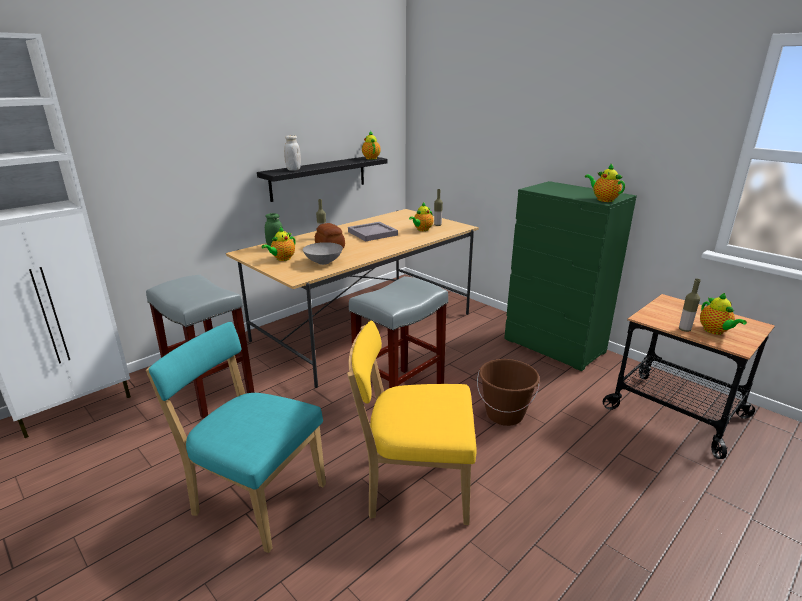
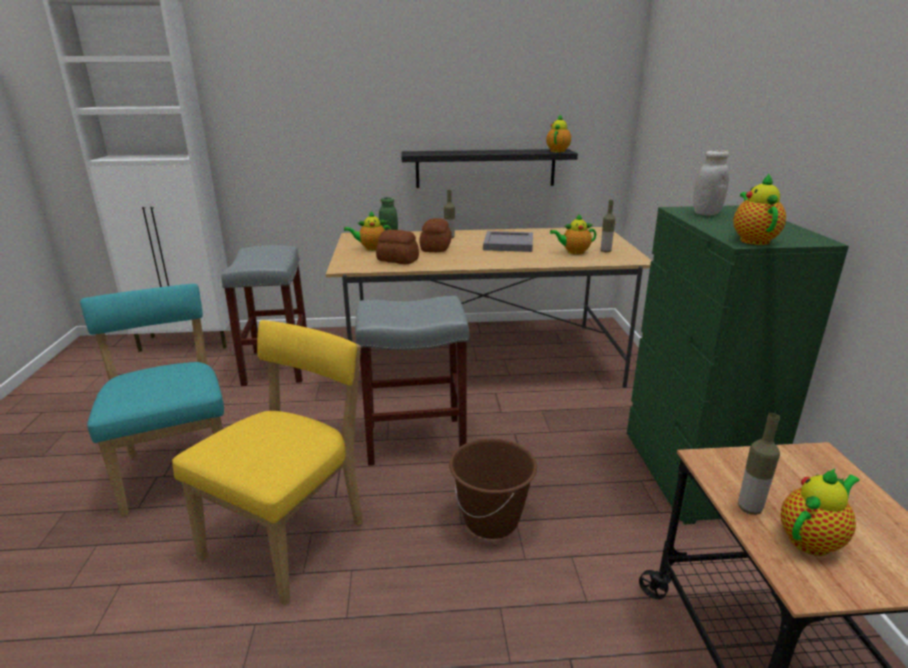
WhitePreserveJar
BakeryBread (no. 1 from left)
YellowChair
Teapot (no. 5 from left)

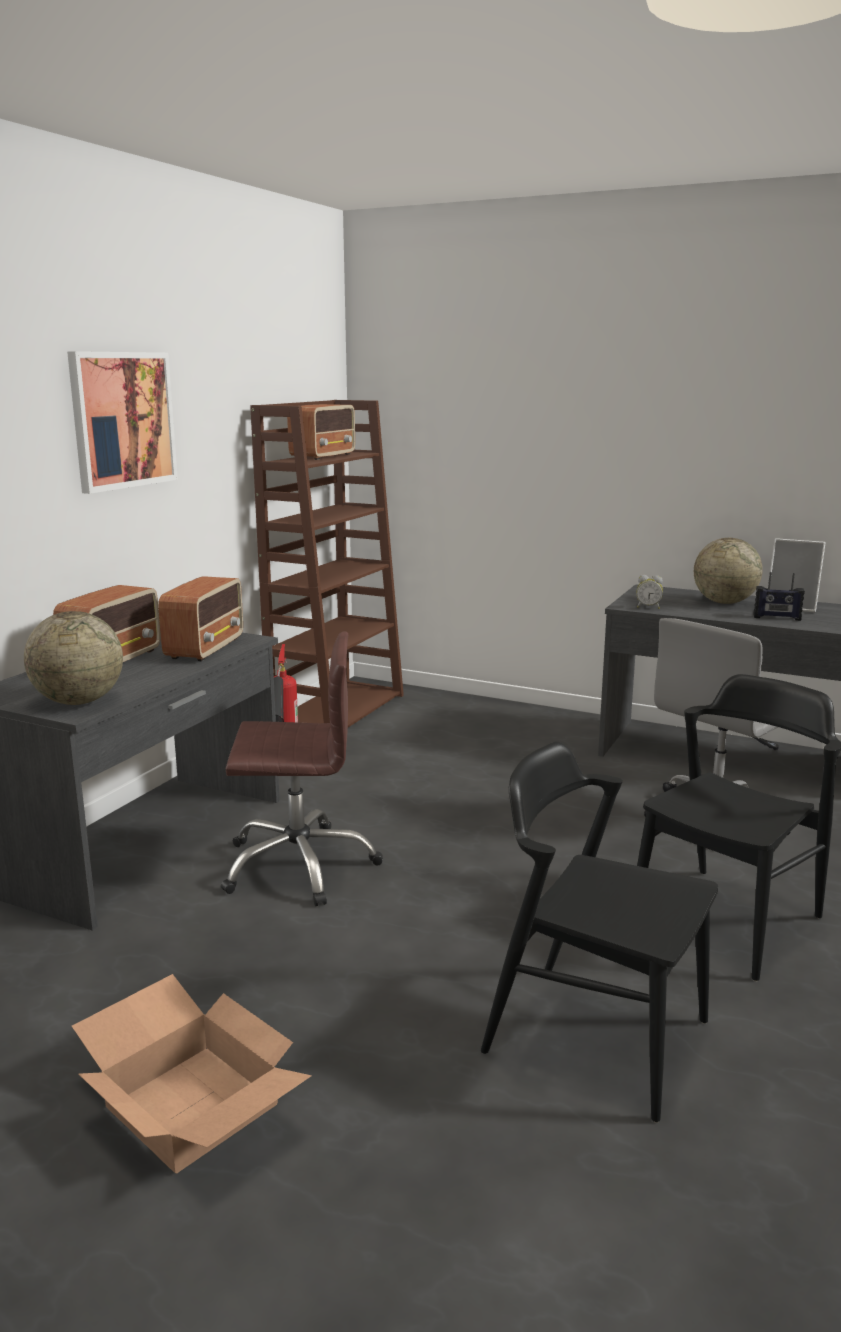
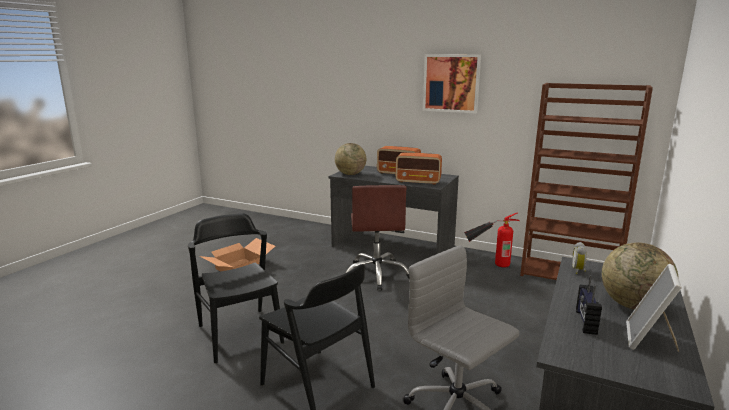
RadioSet (no. 3 from left in the first image)
BlackColouredChair (no. 1 from left)

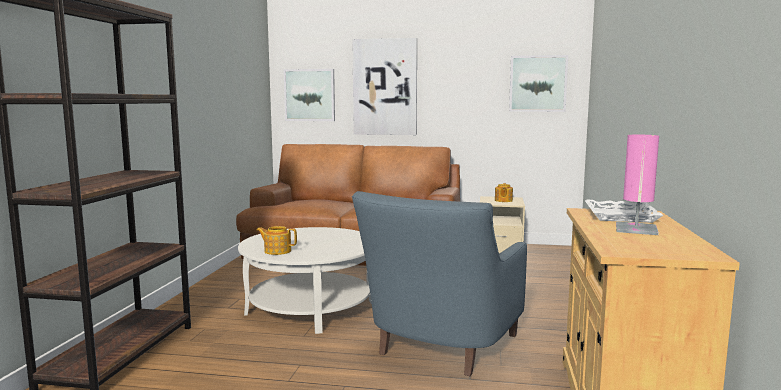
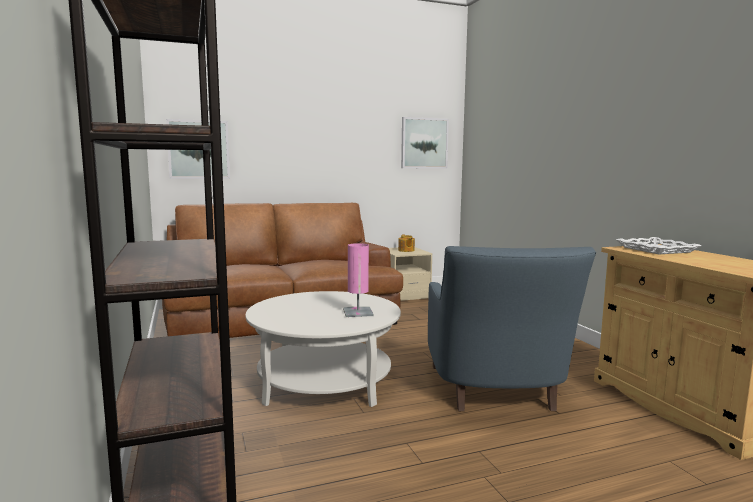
Teapot (no. 1 from left in the first image)
WallPicture (no. 2 from left in the first image)
PinkTabletopLamp

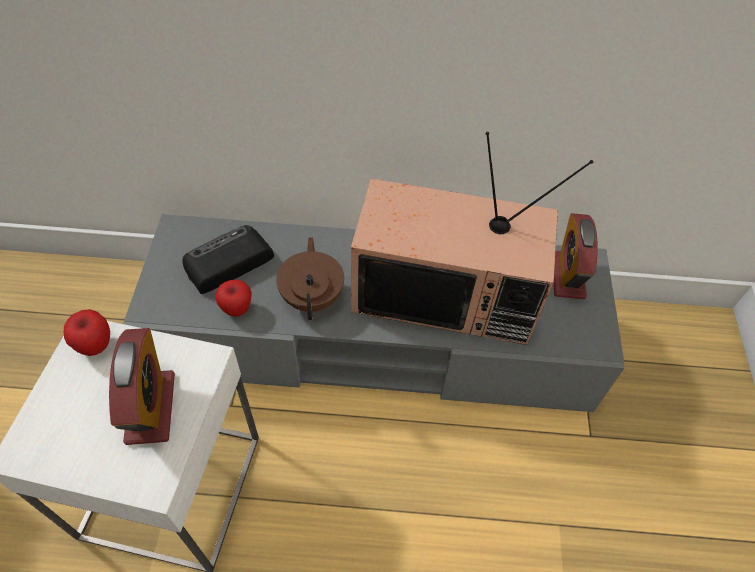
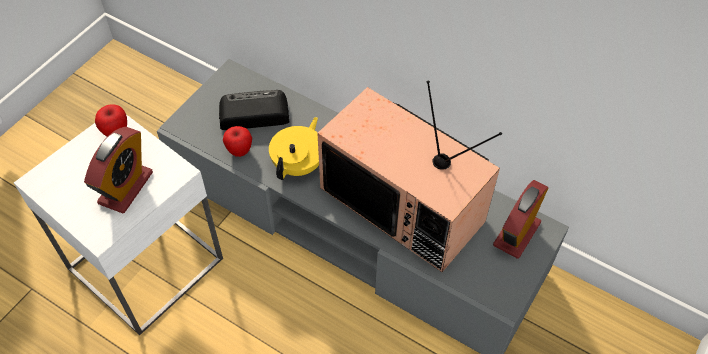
YellowTeapot

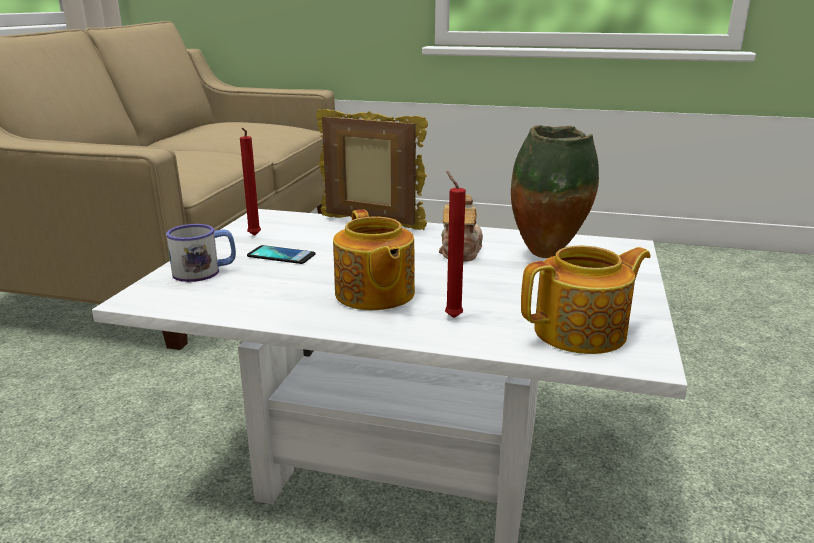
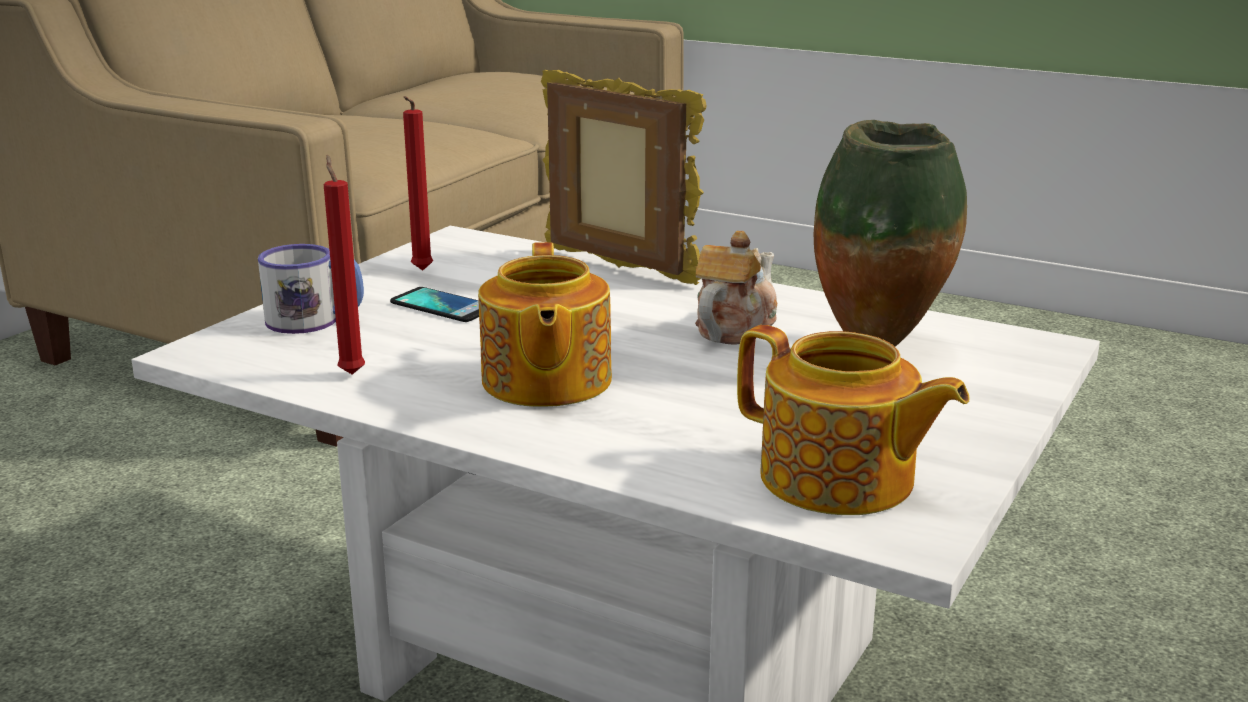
ReddishWaxLight (no. 1 from left)
Teapot (no. 3 from left)

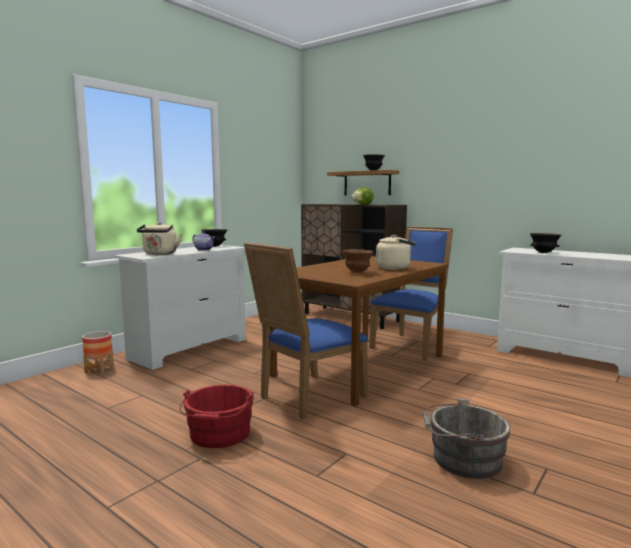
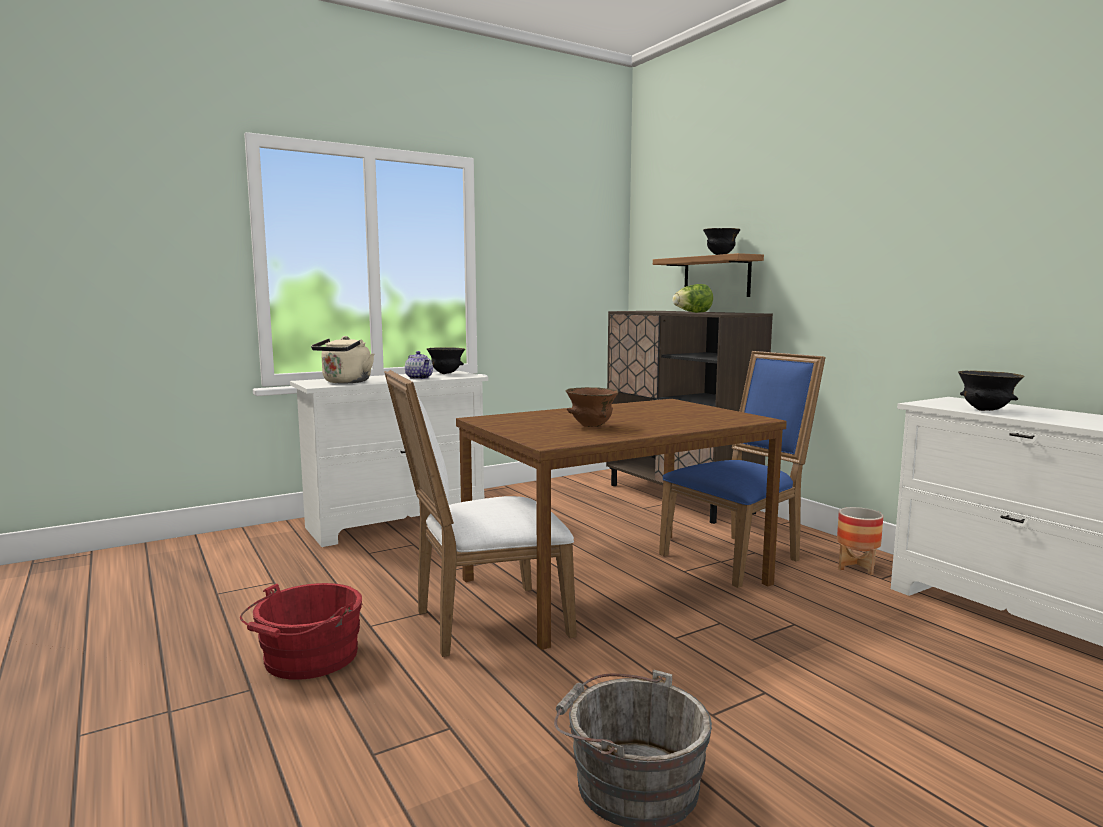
Planter
WhiteChair
BeigeColouredKettle (no. 2 from left in the first image)

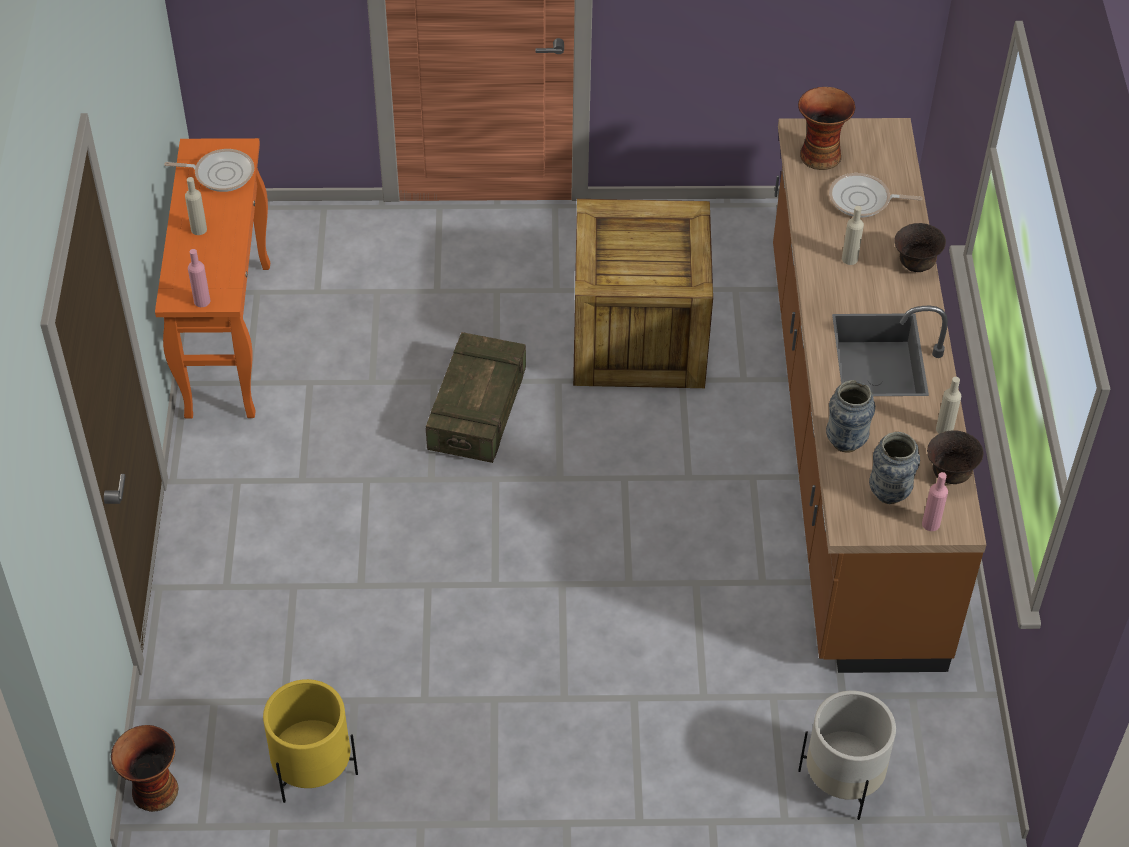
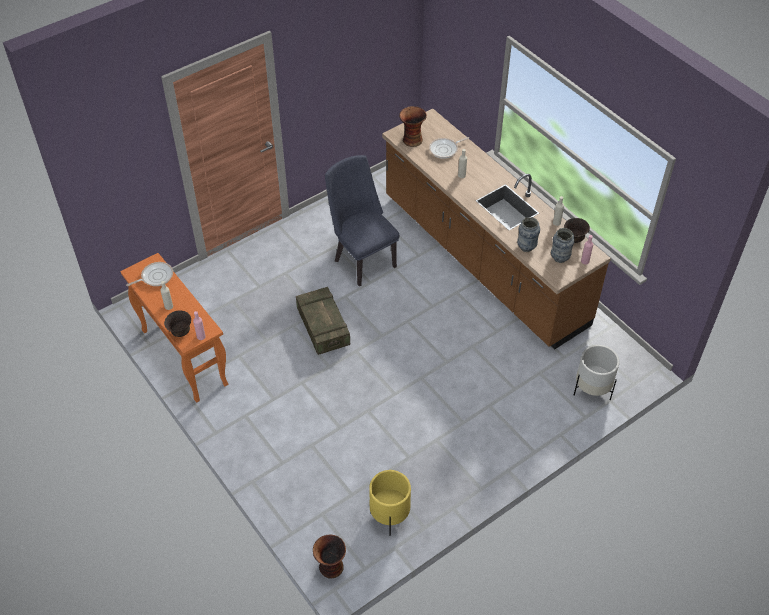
BluishChair
BrownishBowl (no. 1 from left)

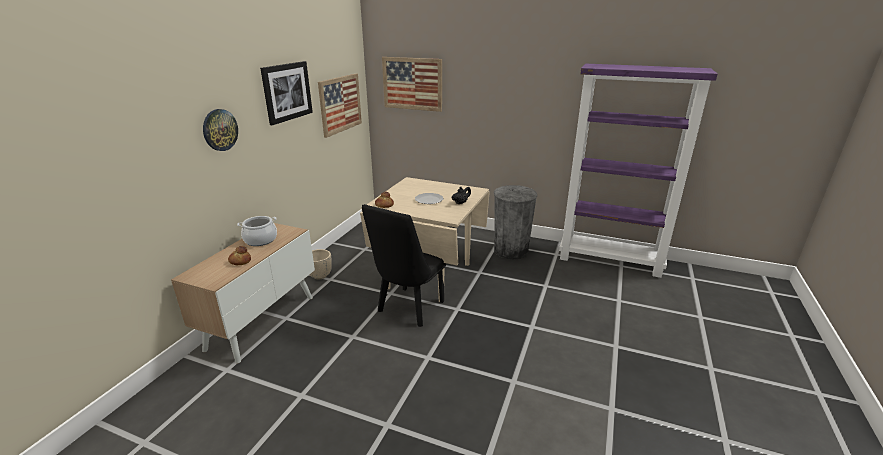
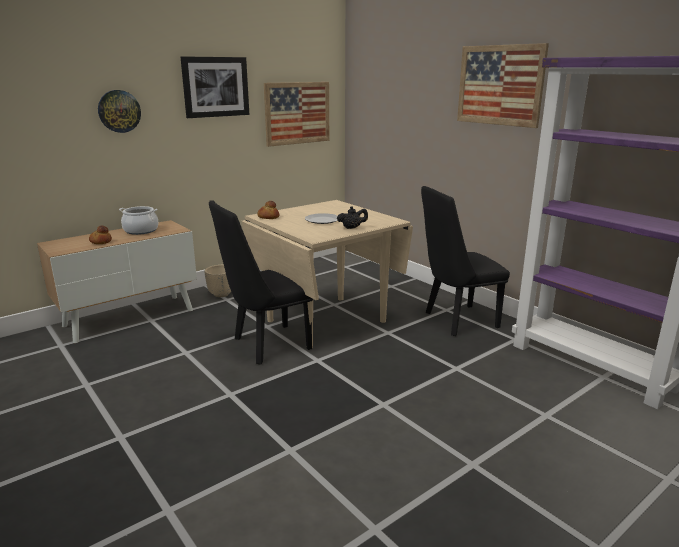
WallPicture (no. 3 from left)
BlackColouredChair (no. 2 from left)

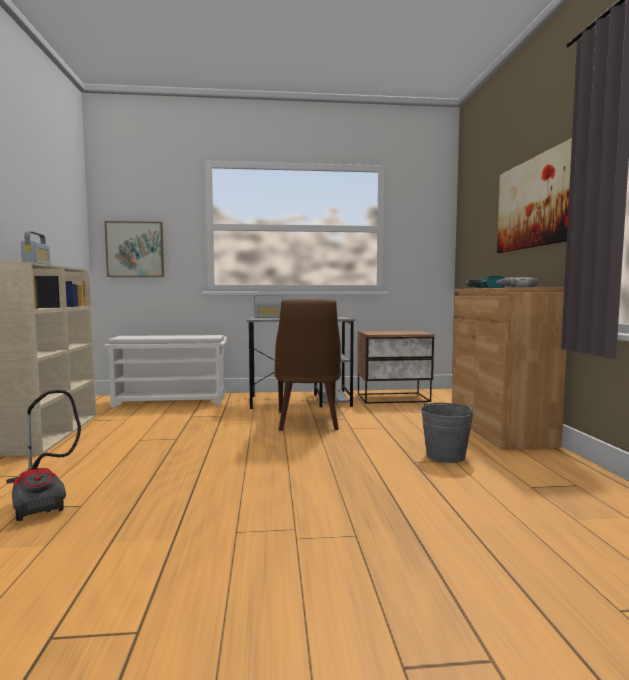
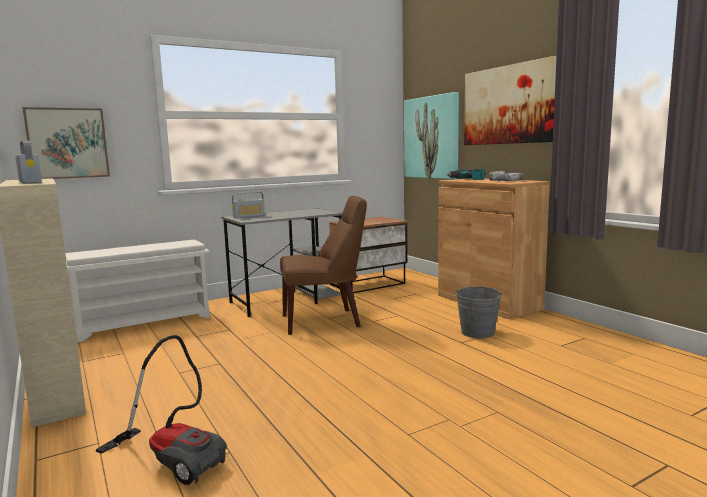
BrownishChair
WallPicture (no. 2 from left)

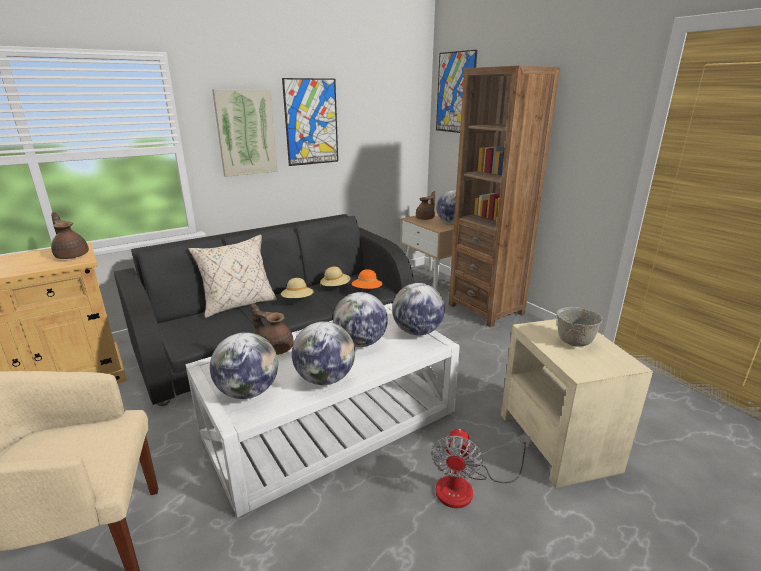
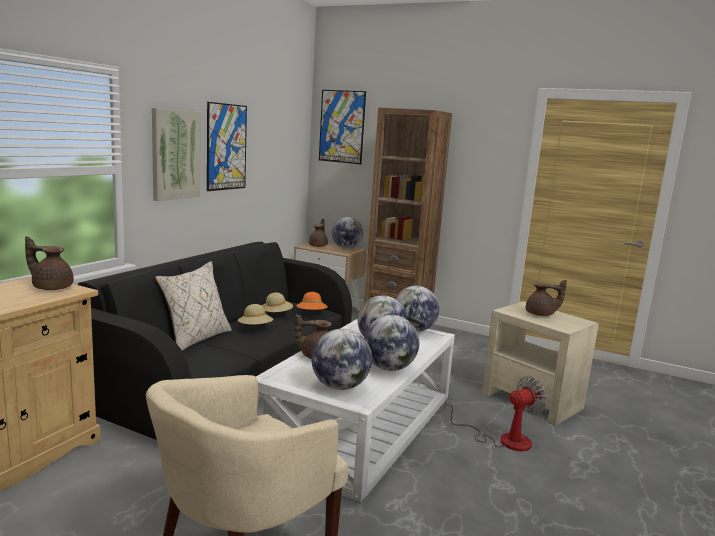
CoolingFan
BrownishTeapot (no. 4 from left)

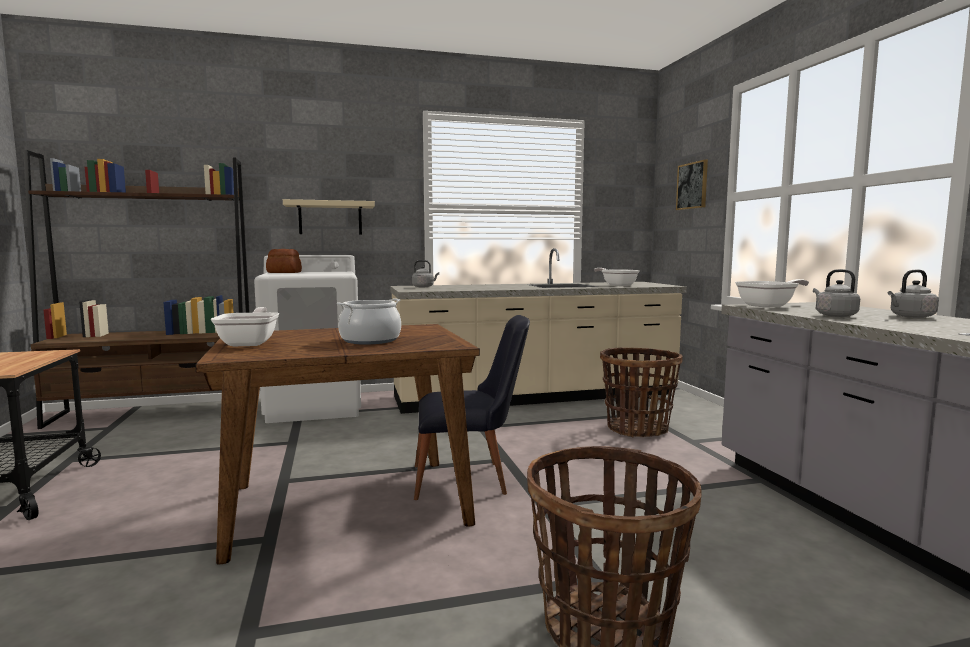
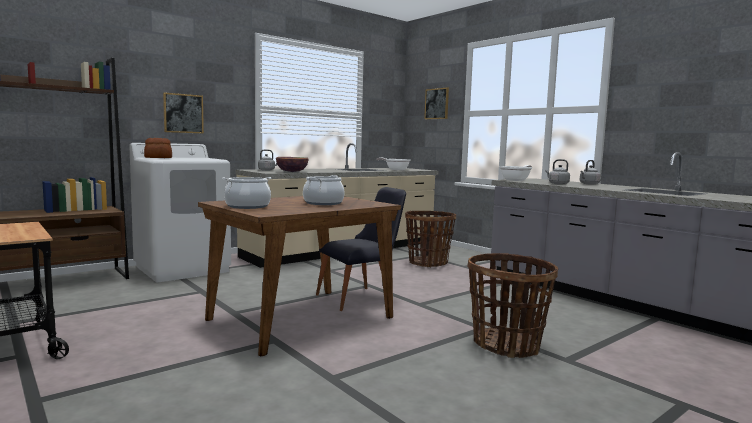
Stockpot (no. 1 from left)
WallPicture (no. 1 from left)
Bowl

